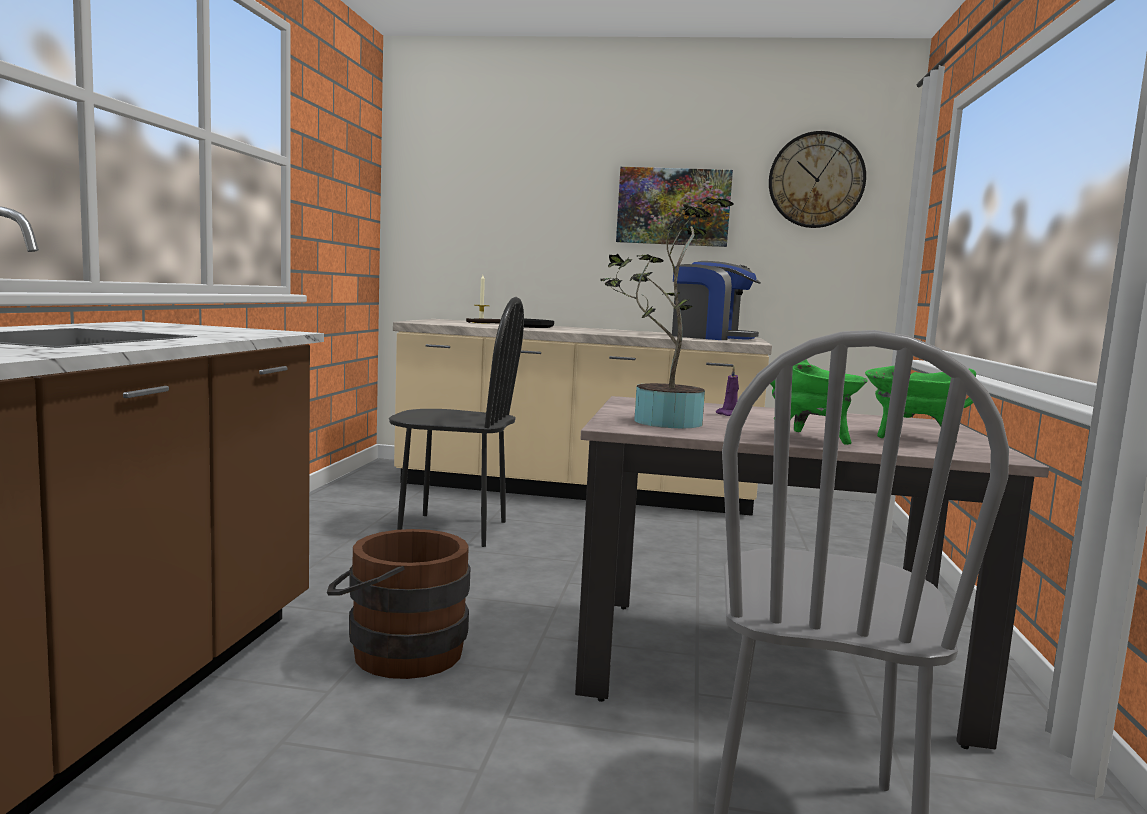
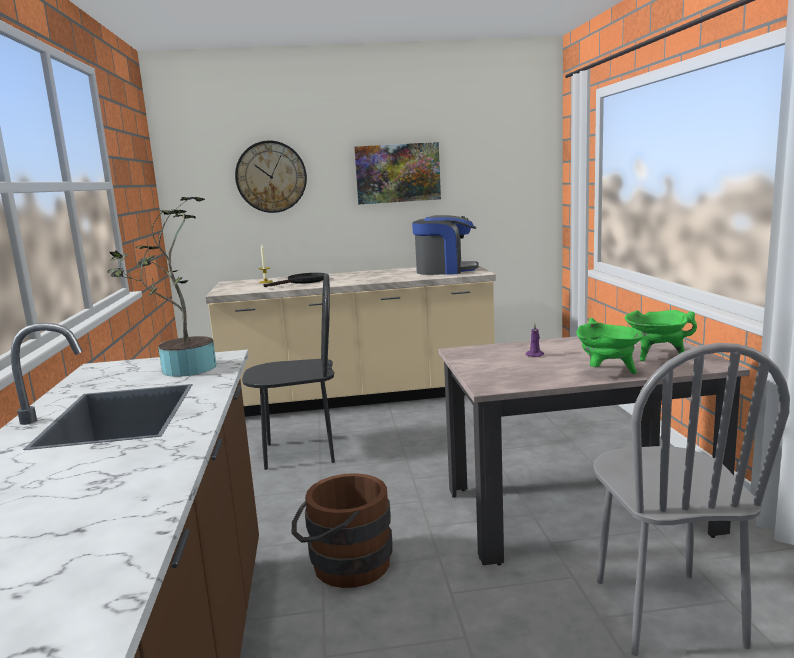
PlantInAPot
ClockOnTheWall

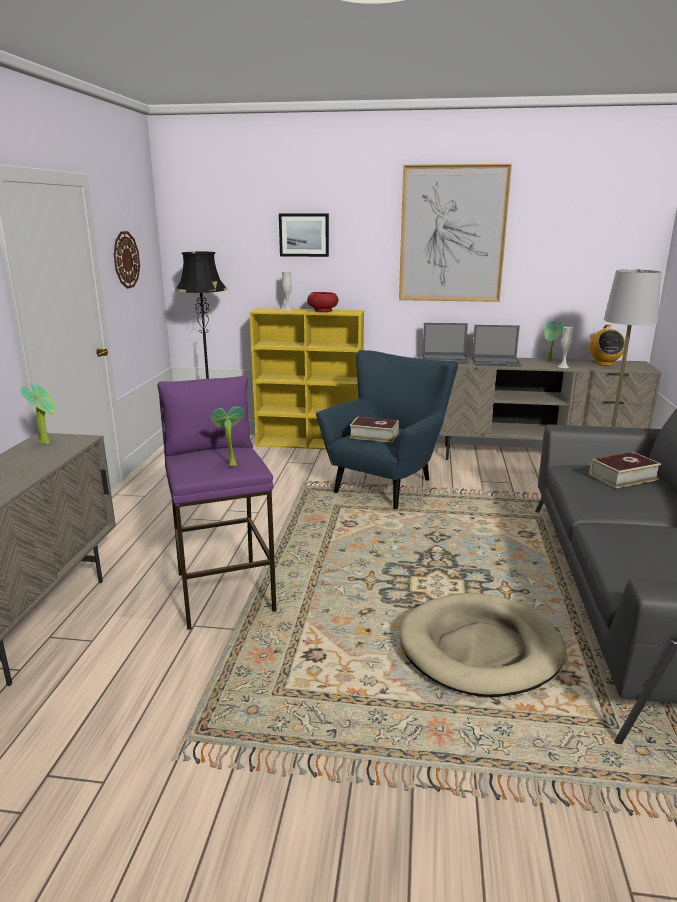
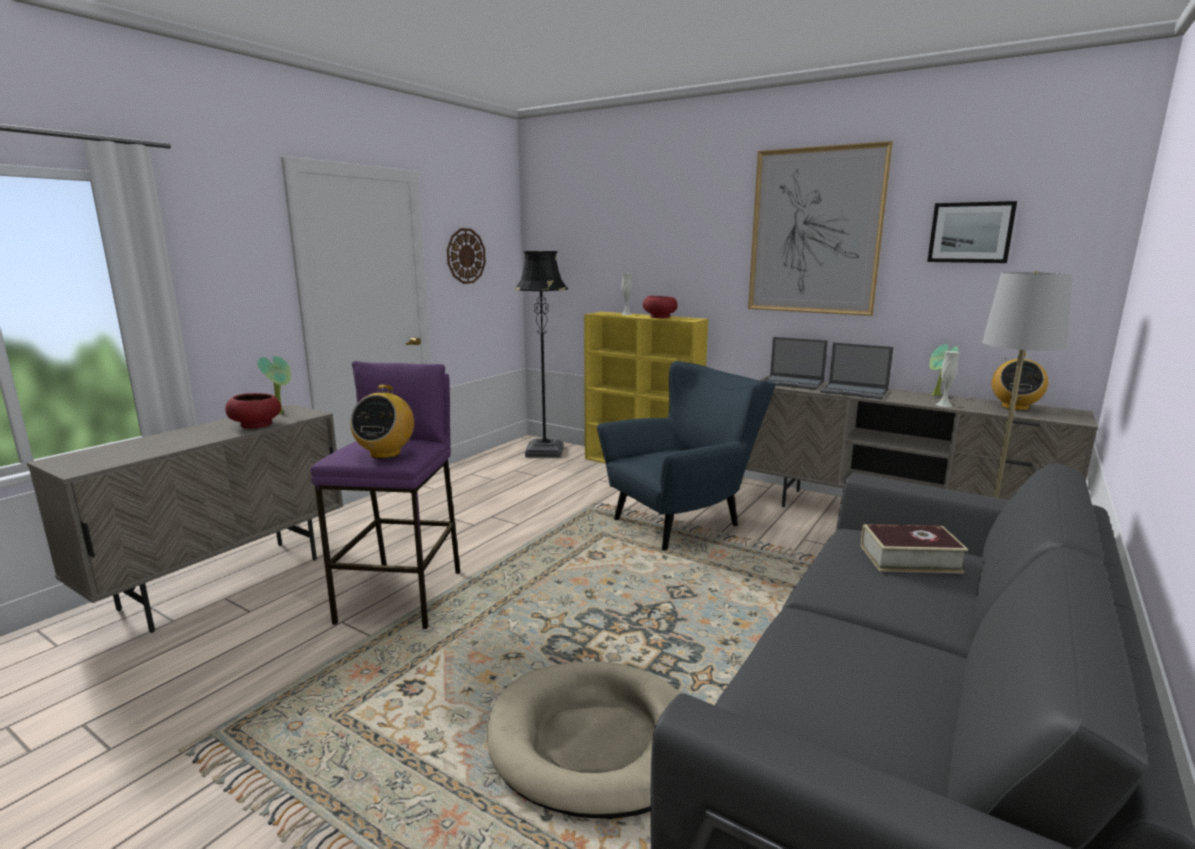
RadioSet (no. 1 from left)
WallPicture (no. 2 from left)
Book (no. 1 from left in the first image)
ReddishBowl (no. 1 from left)

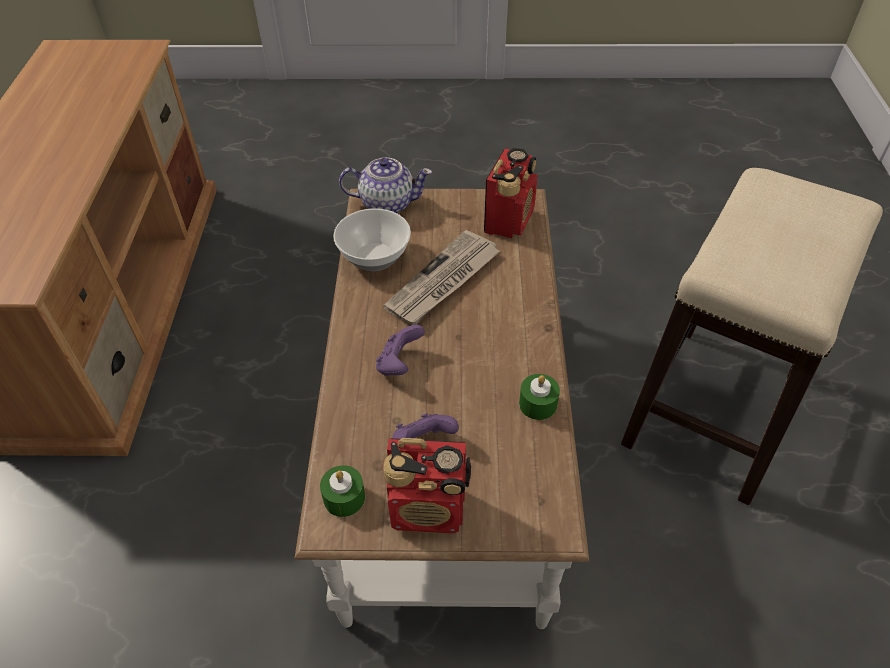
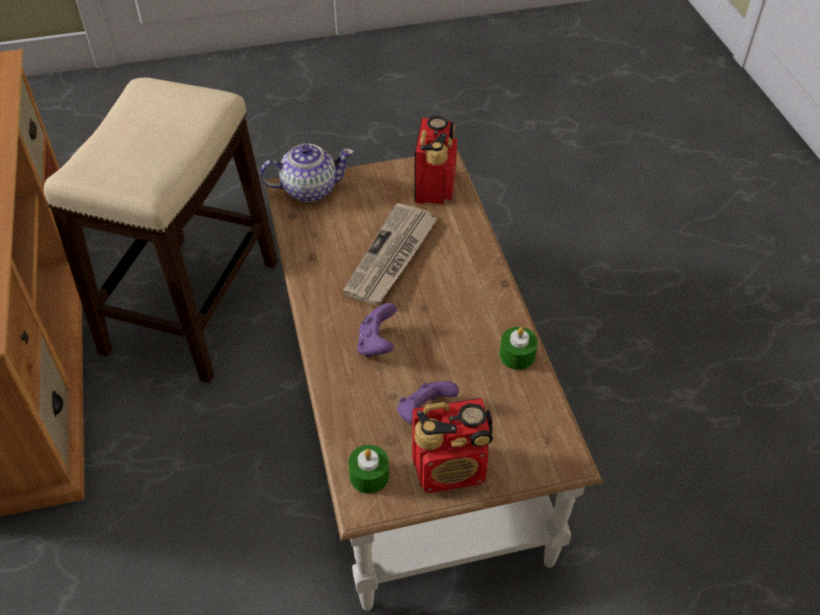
Bowl
StoolSeat

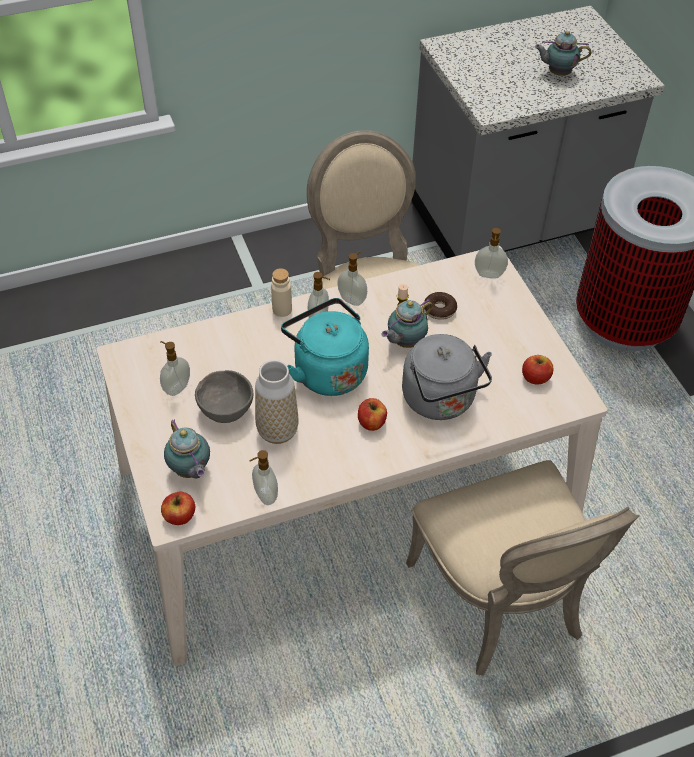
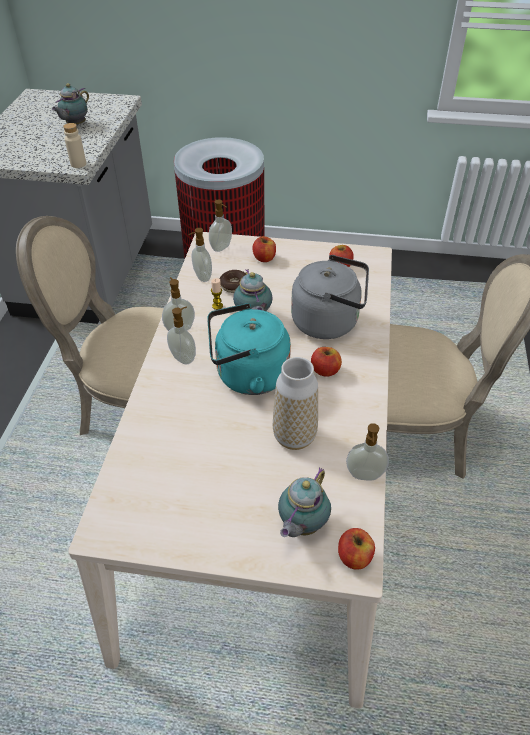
SoapBottle (no. 3 from left)
Teapot (no. 3 from left)
GrayBowl
BeigeColouredBeverageBottle
WholeApple (no. 1 from left)

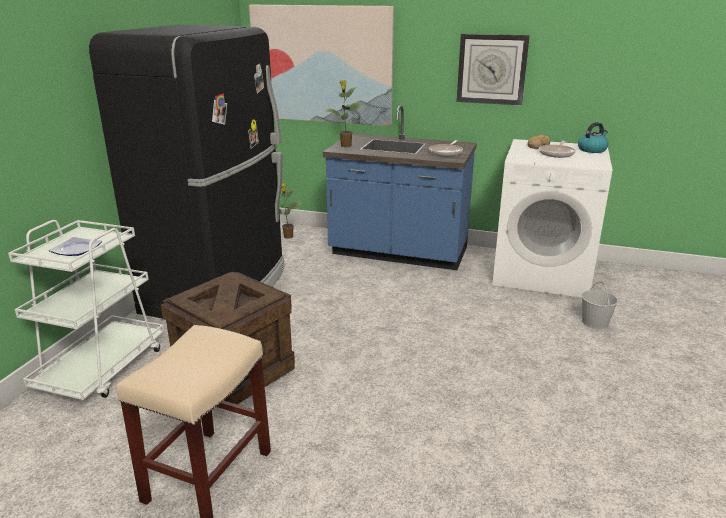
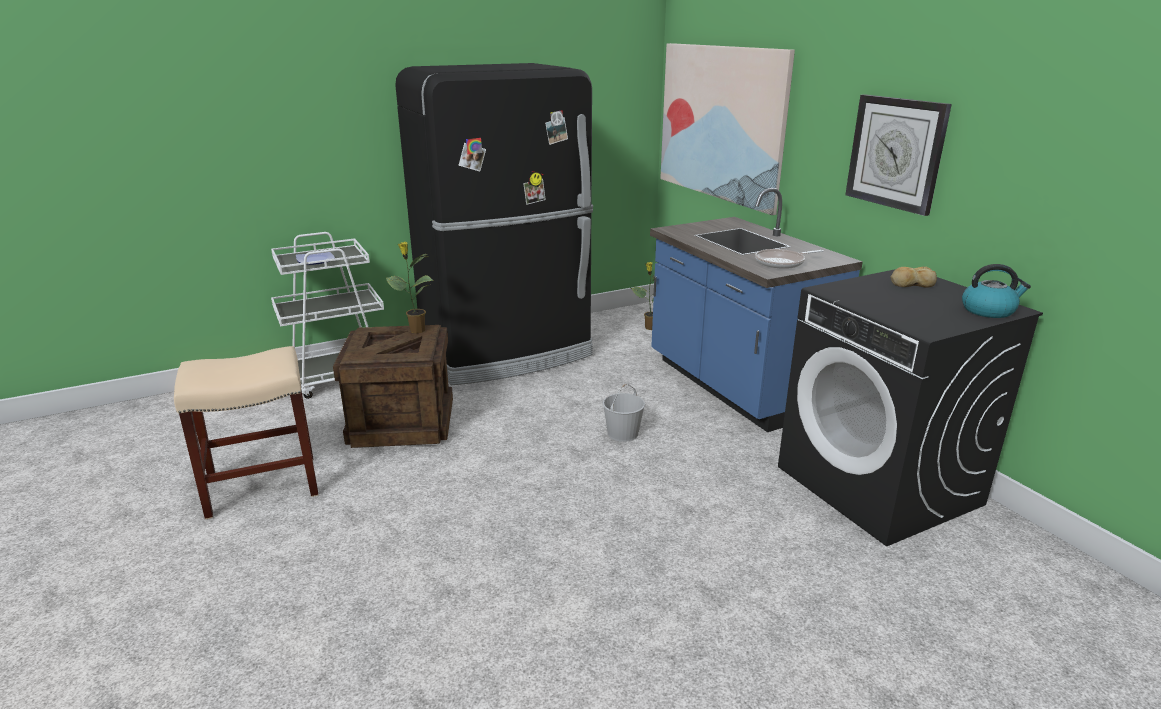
PlantInAPot (no. 1 from left)
BlackColouredWashingMachine
Skillet (no. 2 from left in the first image)
WhitePail

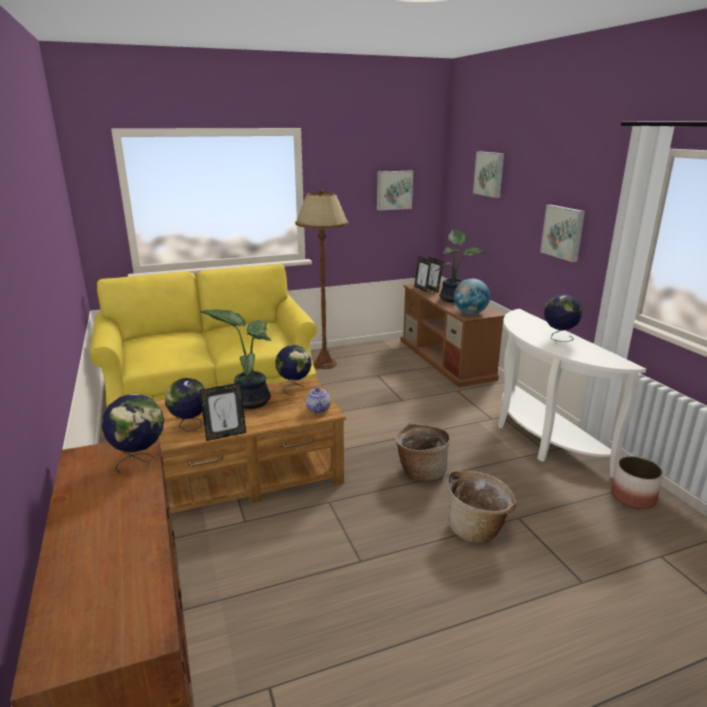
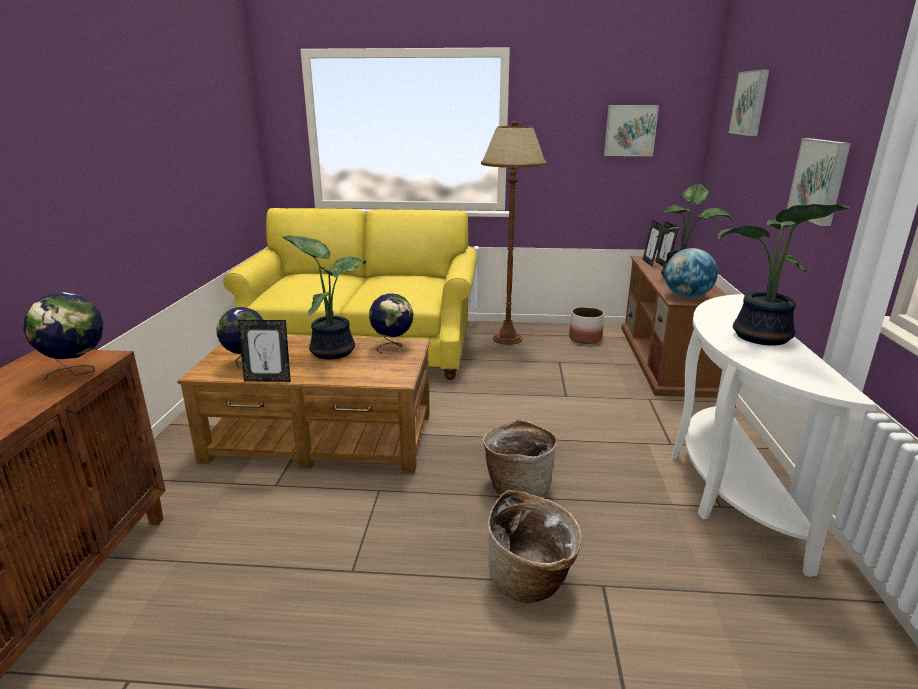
Teapot
PlantInAPot (no. 3 from left)
Planter

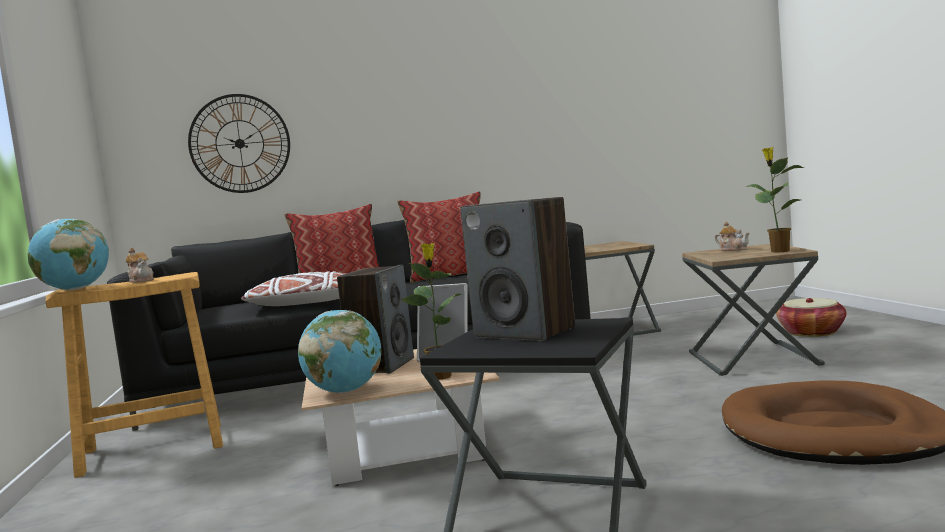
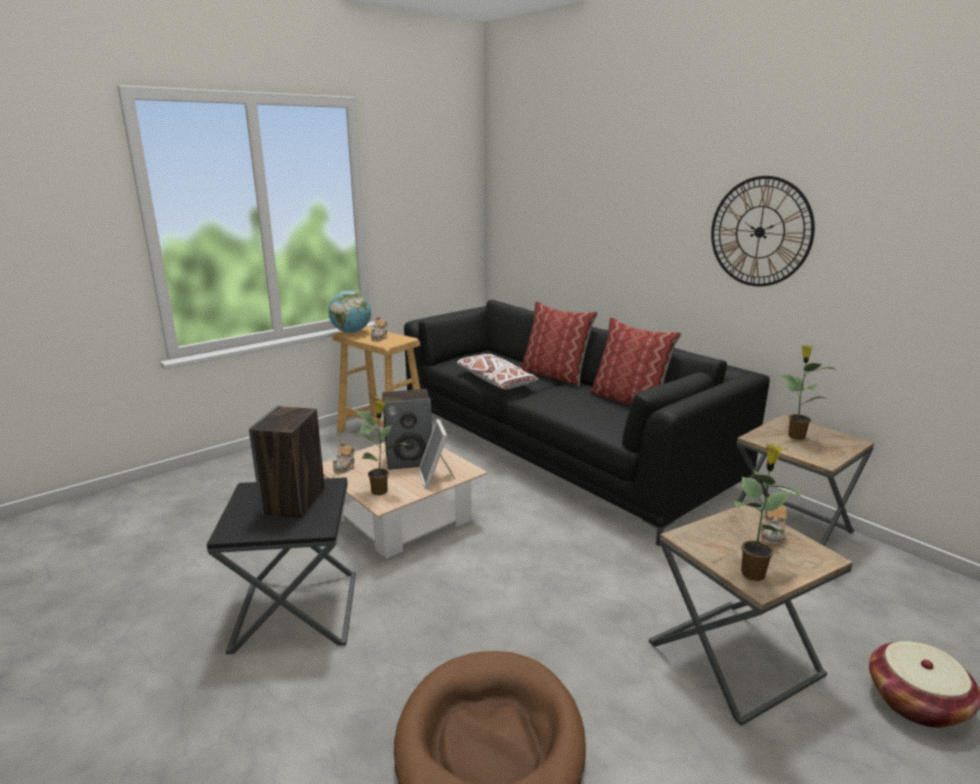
ClockOnTheWall
Teapot (no. 1 from left)
PlantInAPot (no. 3 from left)

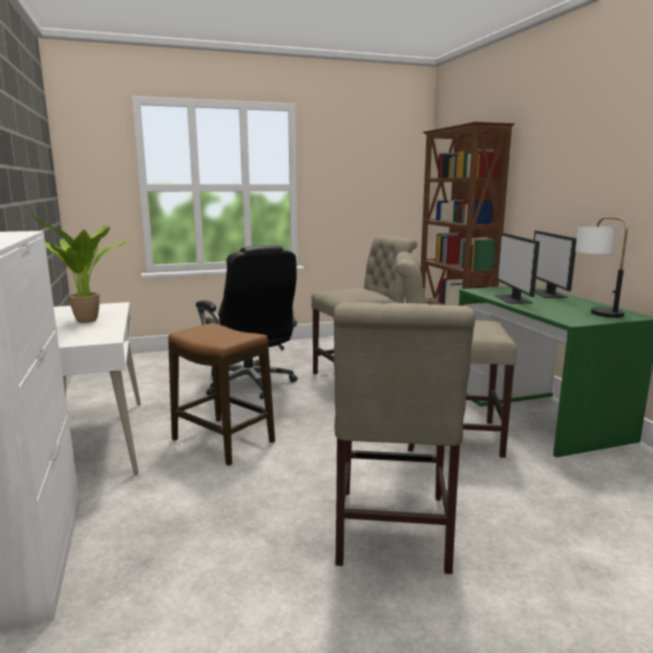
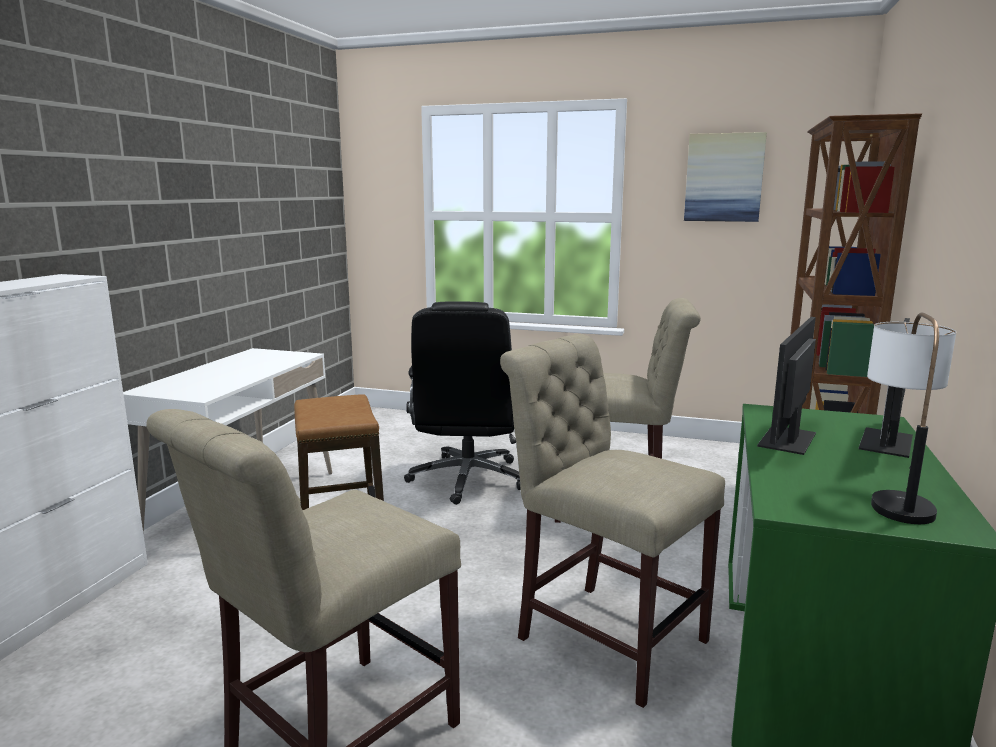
PlantInAPot
WallPicture

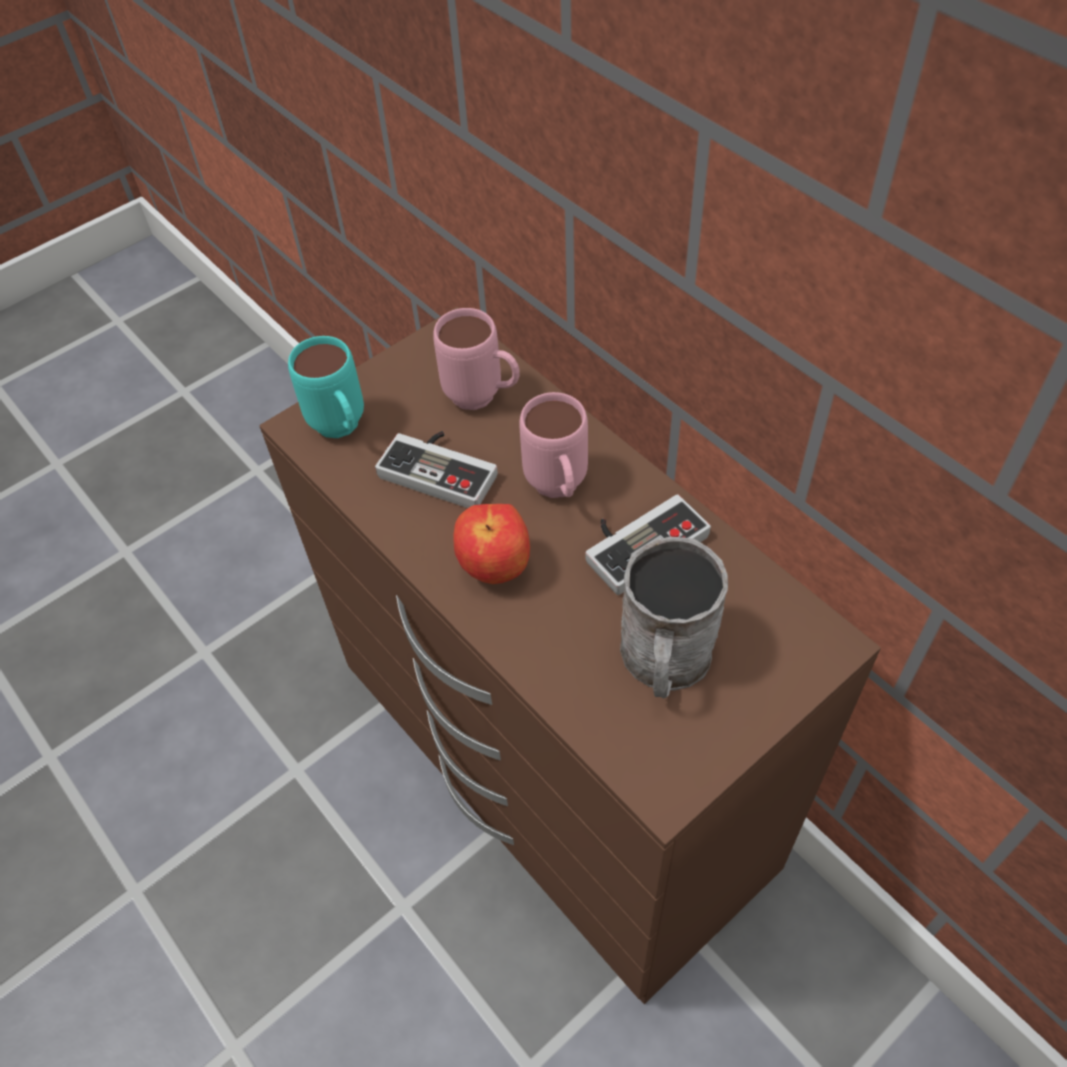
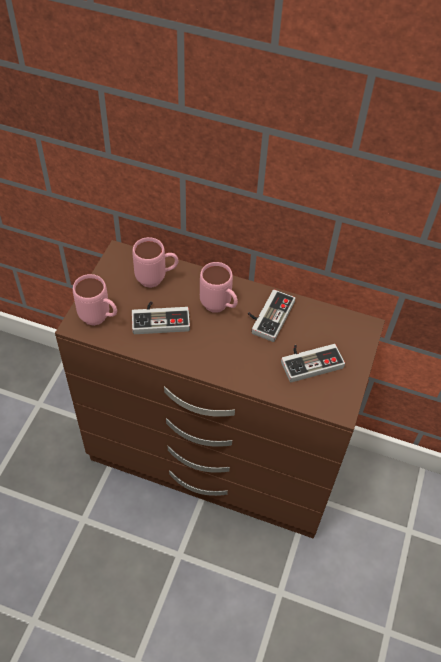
PinkMug (no. 1 from left)
WholeApple
Gamepad (no. 3 from left)

